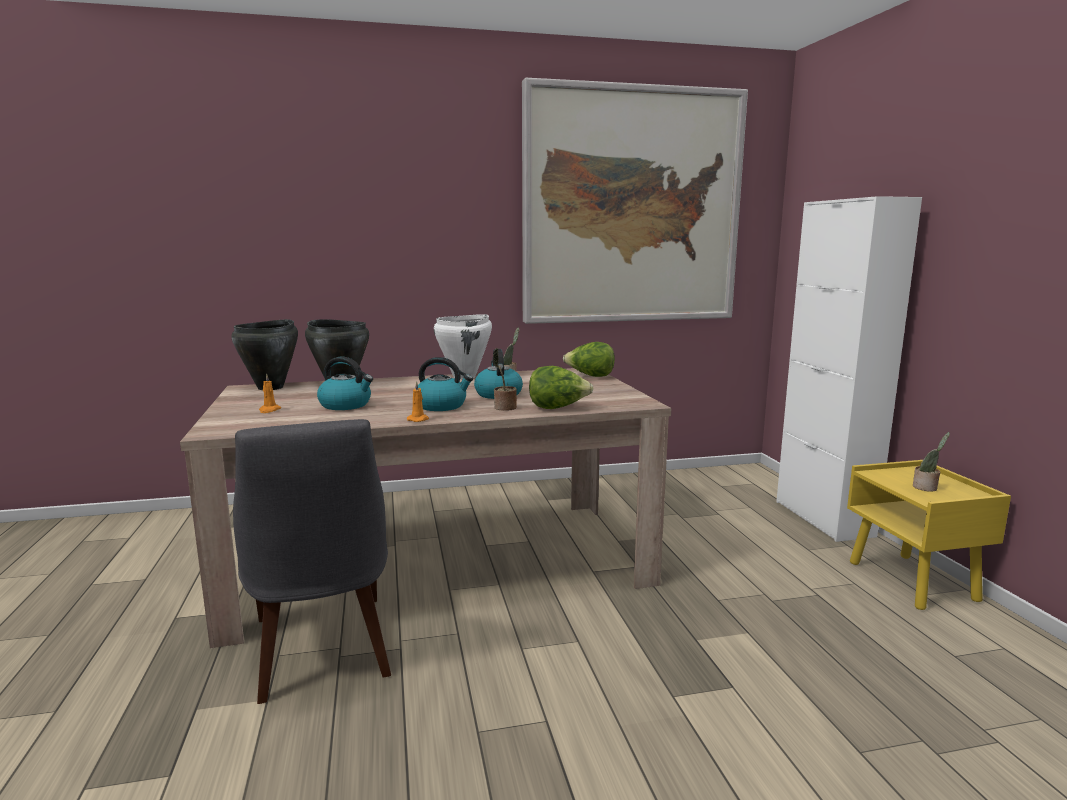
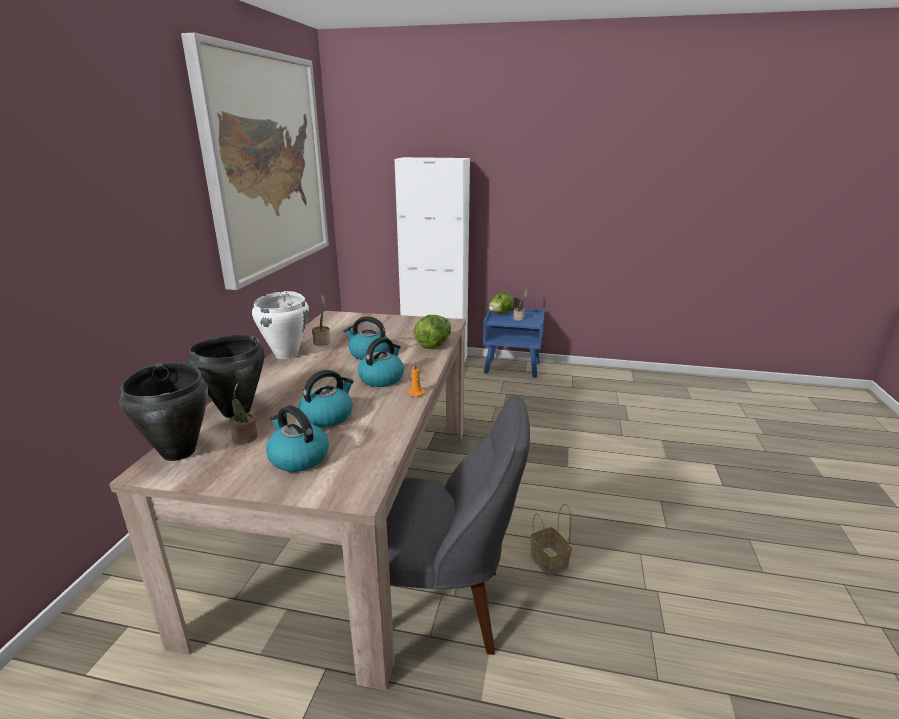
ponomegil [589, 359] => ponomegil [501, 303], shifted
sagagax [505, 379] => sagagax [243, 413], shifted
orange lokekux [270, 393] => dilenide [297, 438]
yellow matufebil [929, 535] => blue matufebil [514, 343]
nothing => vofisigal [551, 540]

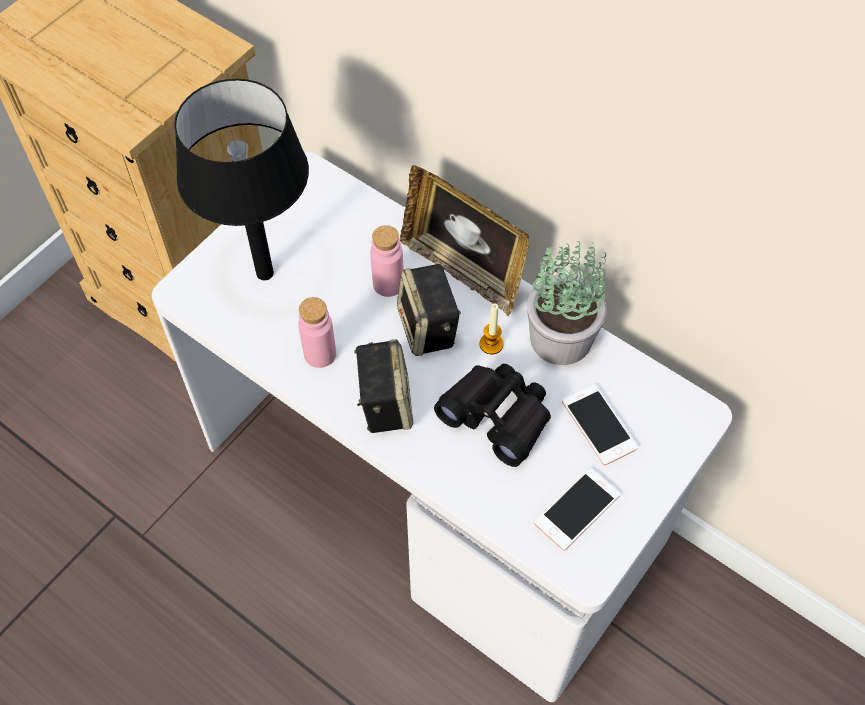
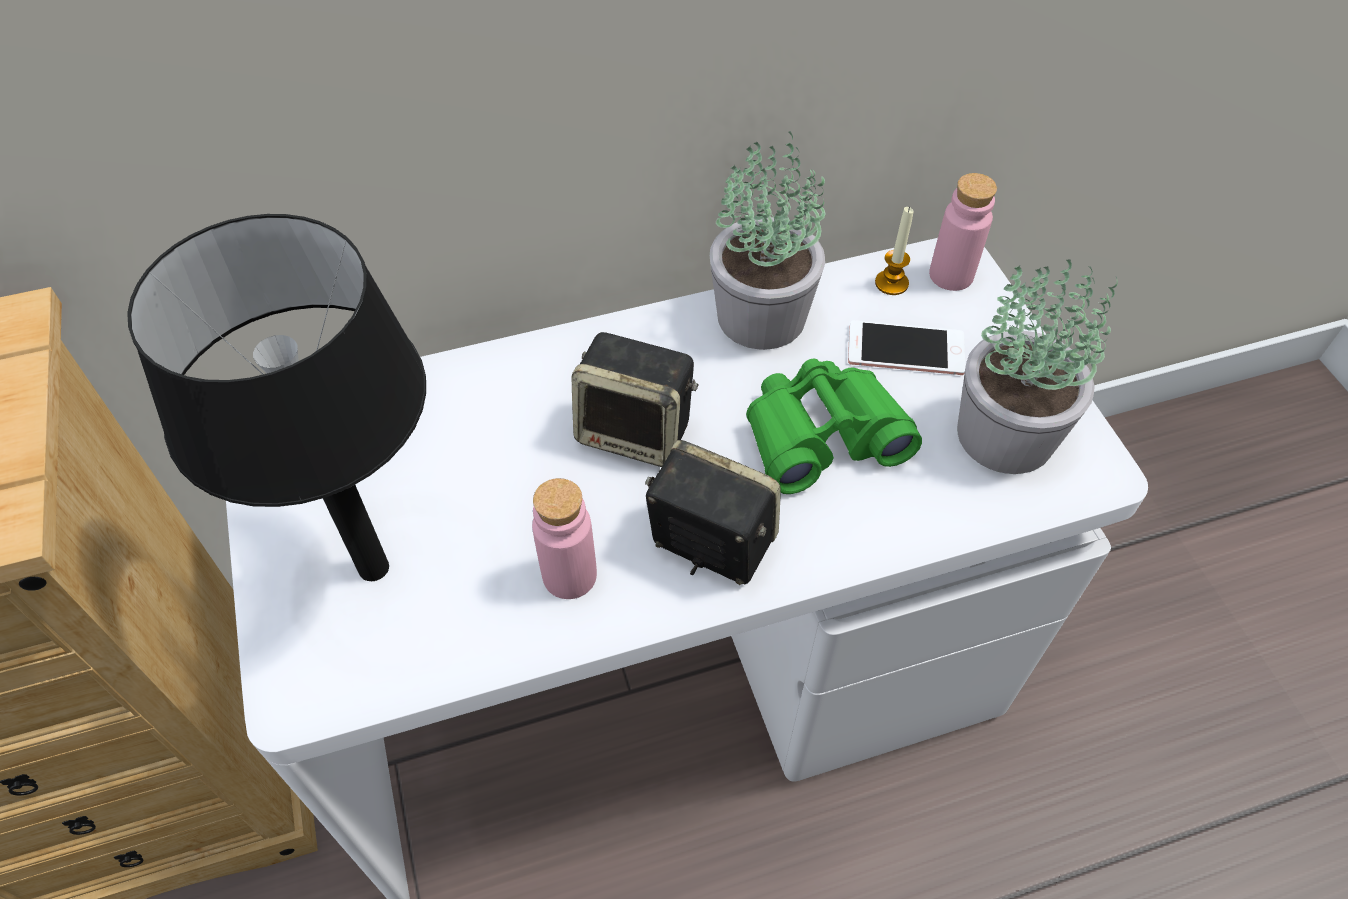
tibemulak [464, 240] => nothing
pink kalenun [386, 261] => pink kalenun [963, 232], shifted
lokekux [492, 328] => lokekux [894, 251], shifted
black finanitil [492, 415] => green finanitil [834, 426]
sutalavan [577, 509] => sagagax [1037, 366]

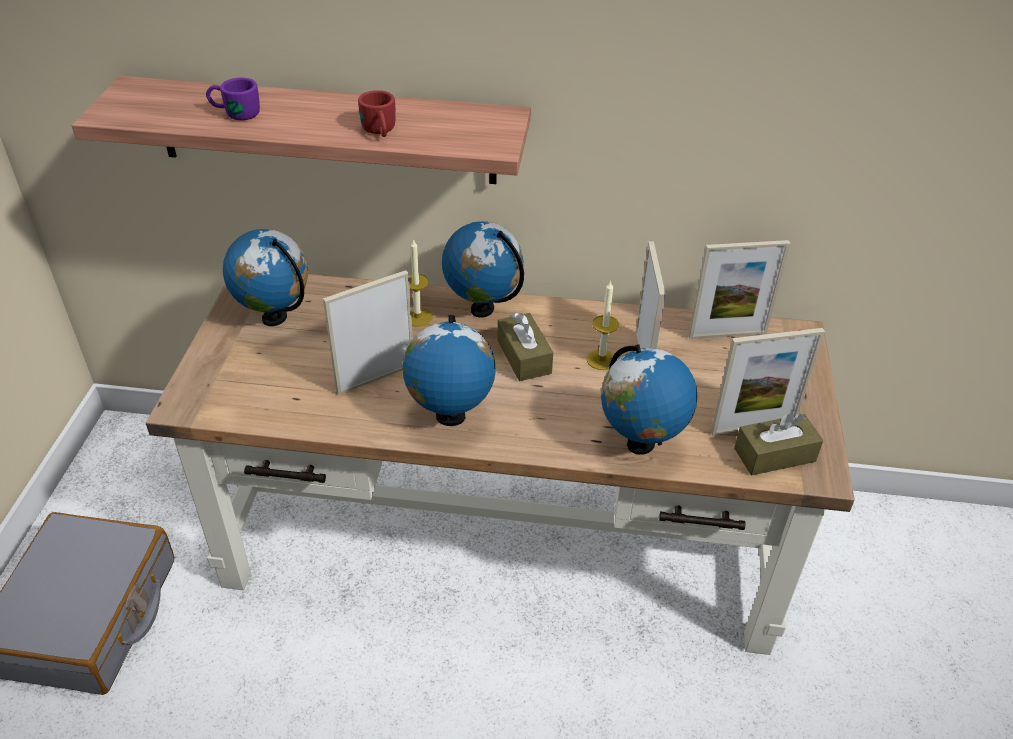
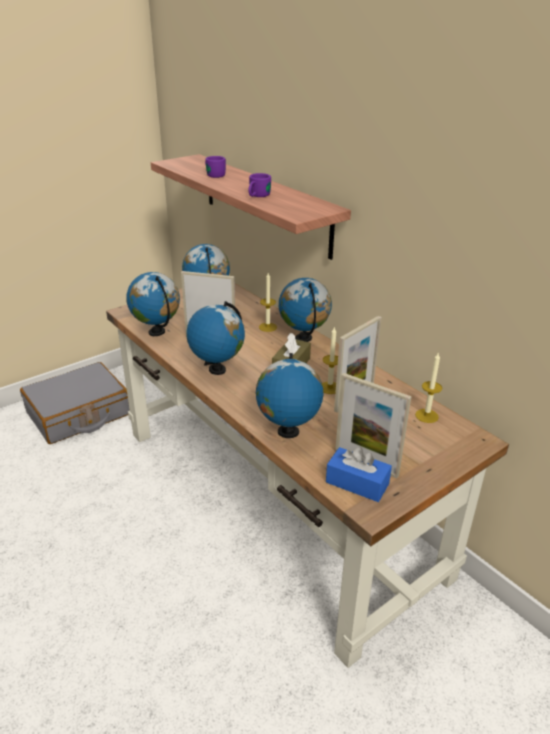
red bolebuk [377, 113] => purple bolebuk [259, 185]
tibemulak [740, 289] => lokekux [428, 388]
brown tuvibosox [778, 444] => blue tuvibosox [359, 474]
nothing => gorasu [153, 304]

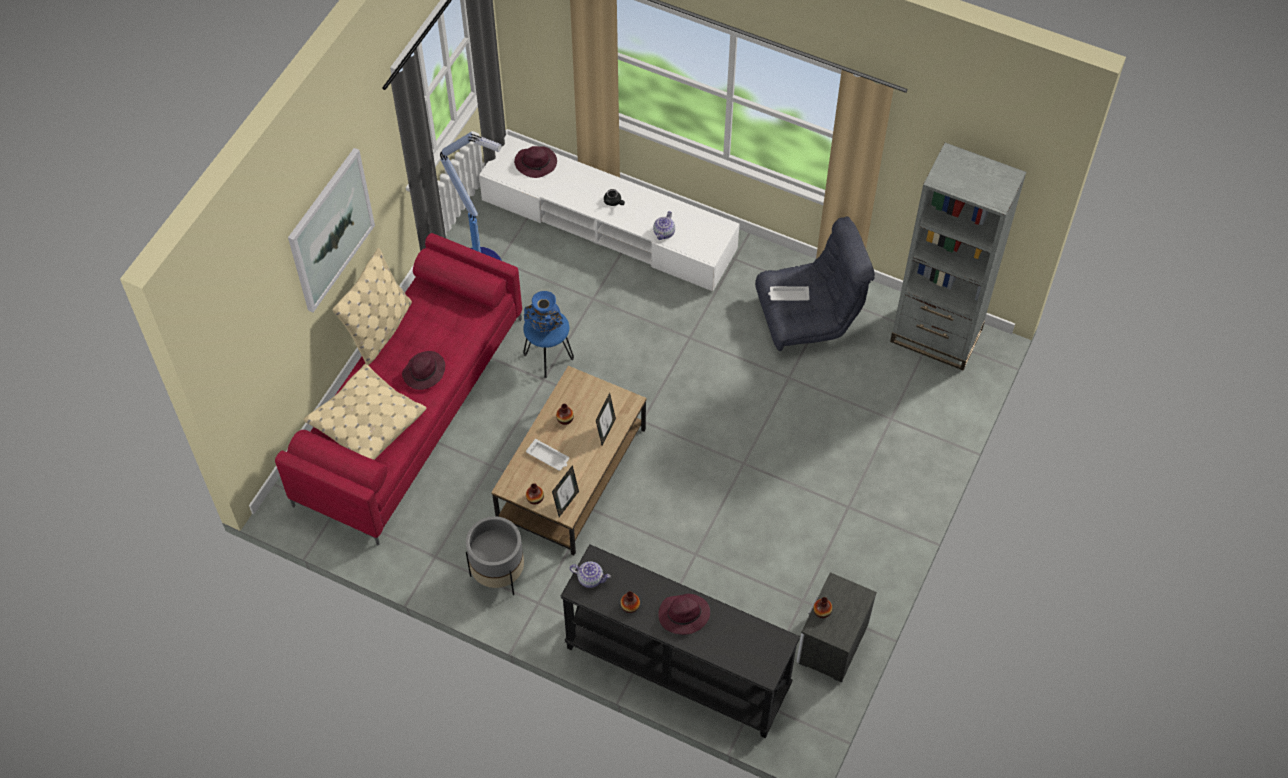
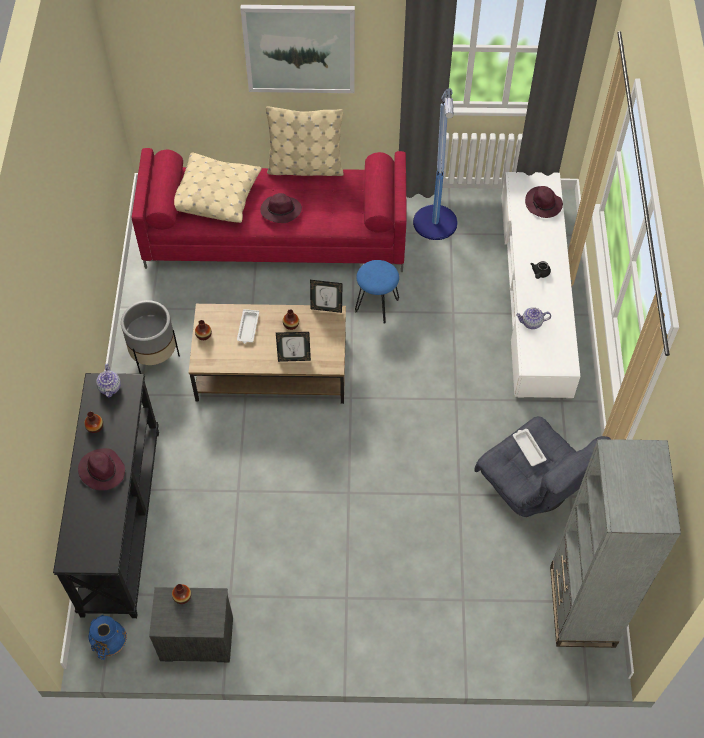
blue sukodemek [543, 312] => blue sukodemek [108, 637], shifted
tibemulak [565, 491] => tibemulak [326, 296], shifted

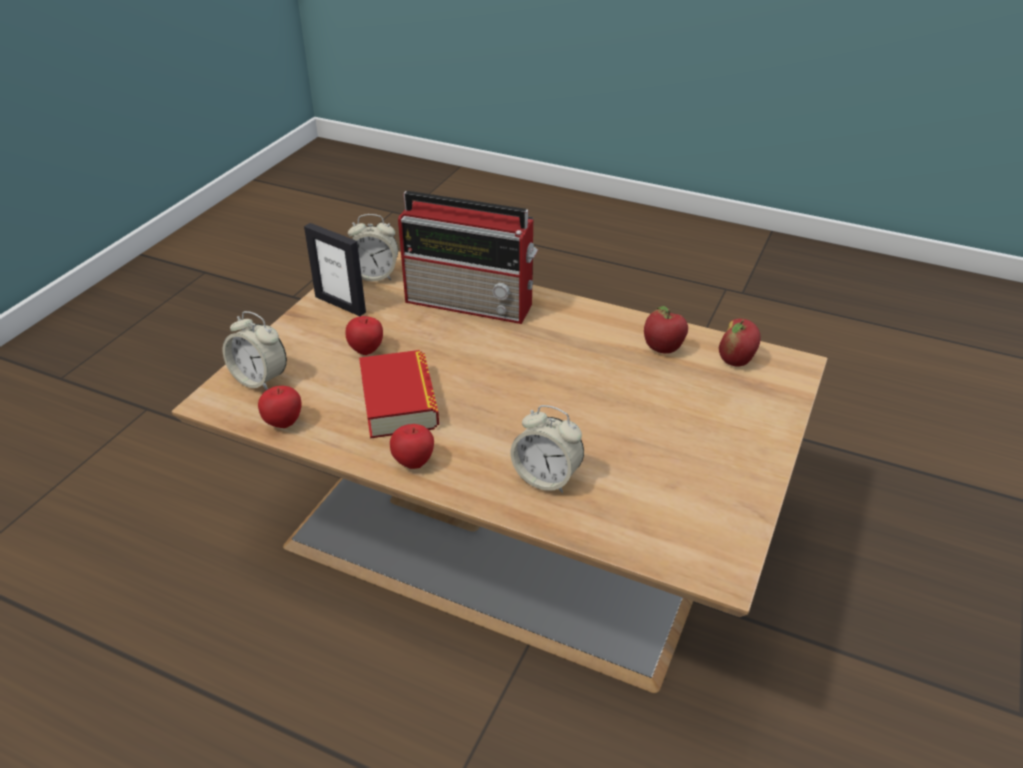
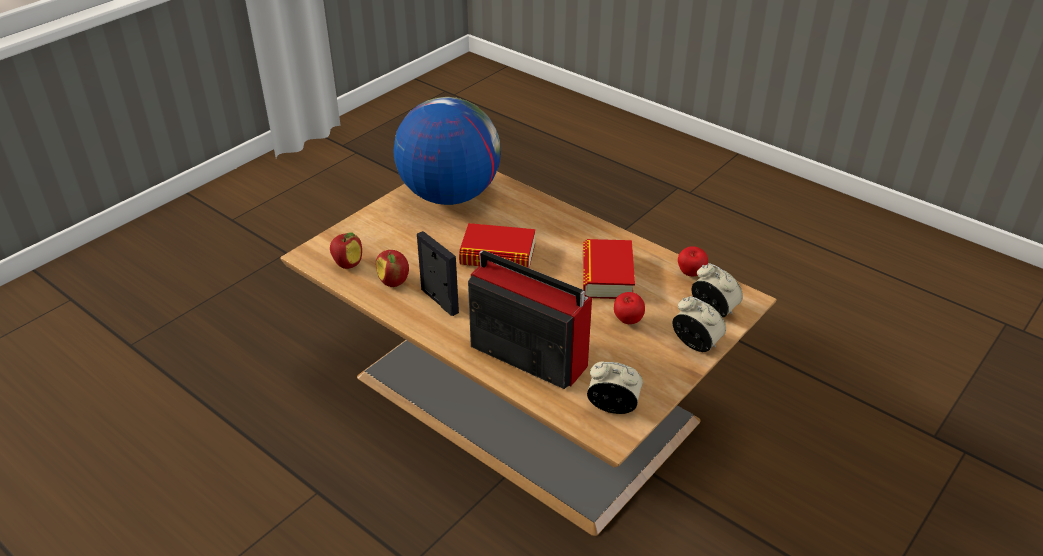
tibemulak [335, 269] => tibemulak [438, 273], shifted
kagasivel [547, 449] => kagasivel [699, 324], shifted
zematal [412, 446] => nothing
nothing => gorasu [447, 151]
nothing => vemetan [497, 245]

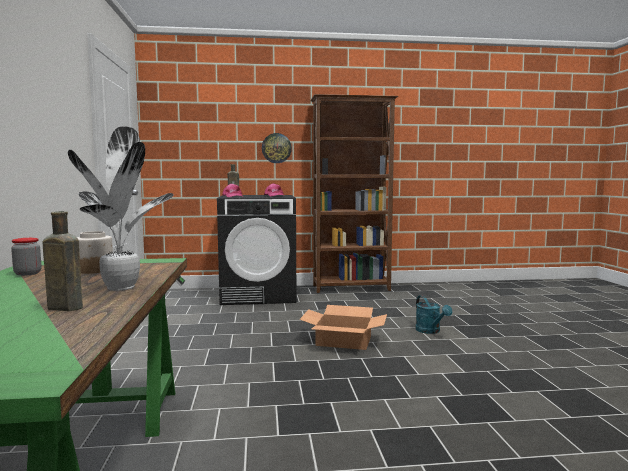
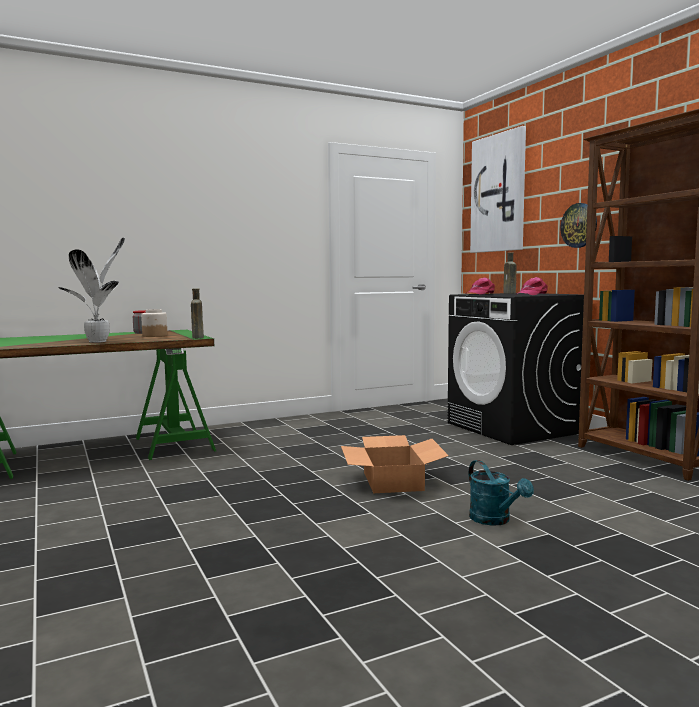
brown kalenun [63, 261] => brown kalenun [197, 313], shifted
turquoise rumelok [433, 314] => turquoise rumelok [501, 492], 75 degrees counterclockwise
nothing => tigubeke [498, 189]

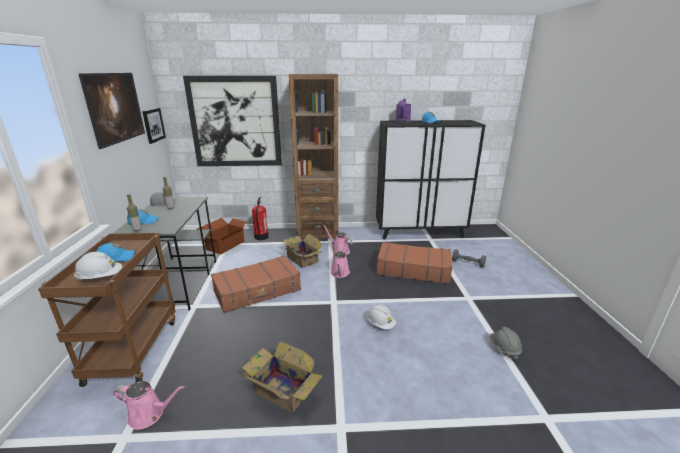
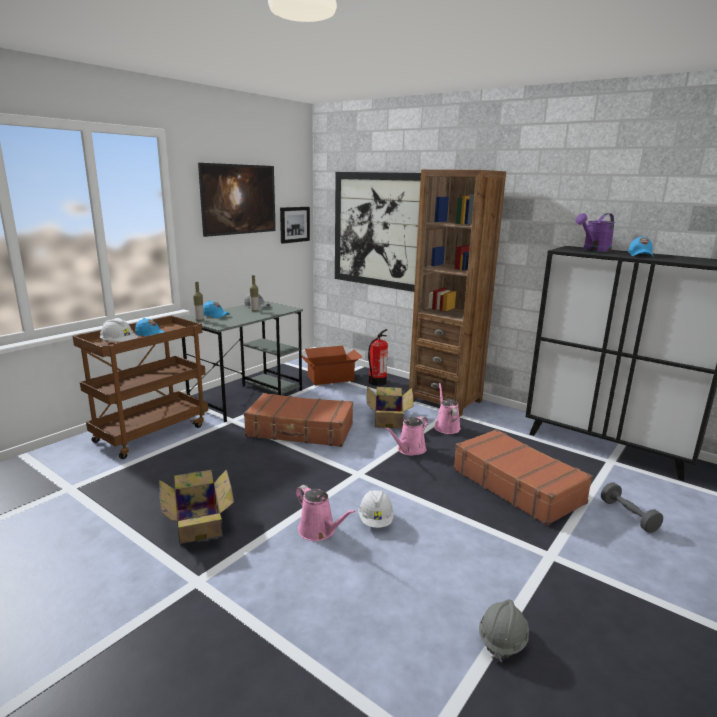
pink rumelok [149, 405] => pink rumelok [325, 513], shifted

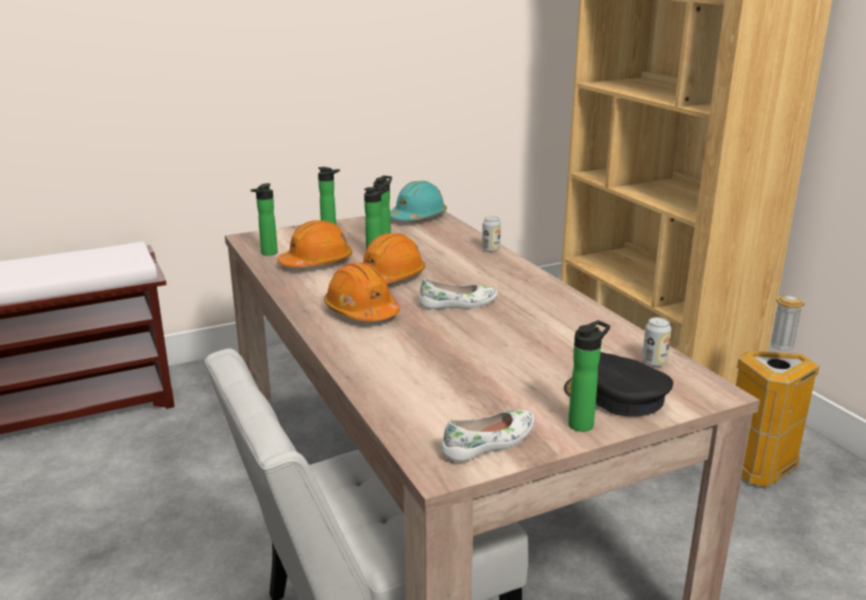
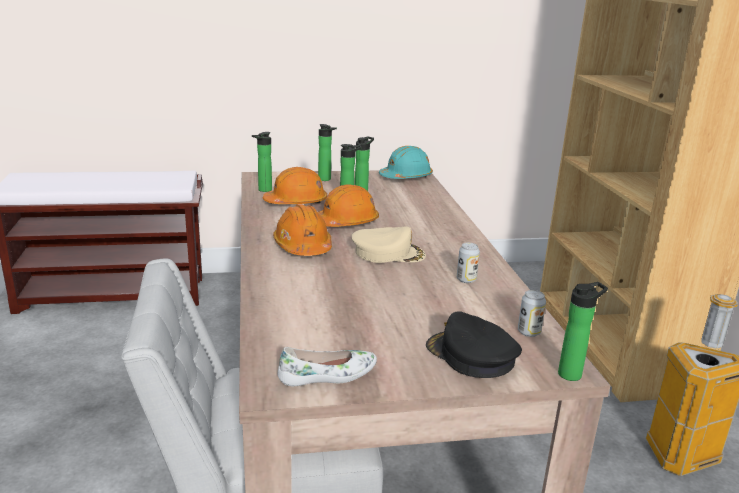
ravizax [491, 234] => ravizax [468, 263], shifted
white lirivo [458, 293] => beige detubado [389, 244]
kalenun [589, 376] => kalenun [583, 331], shifted

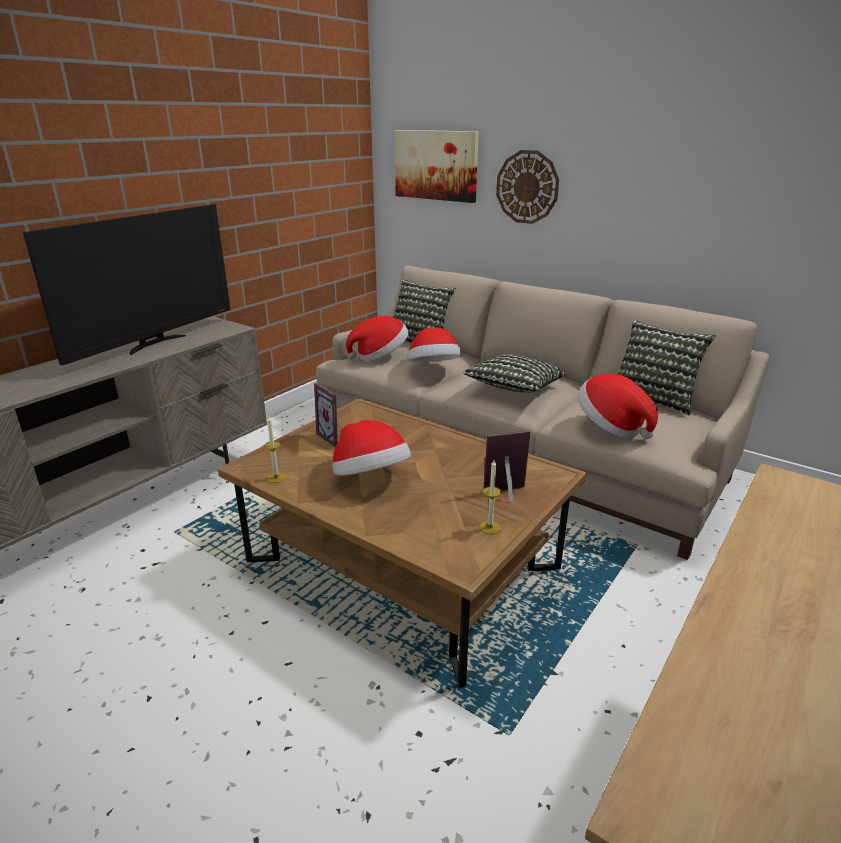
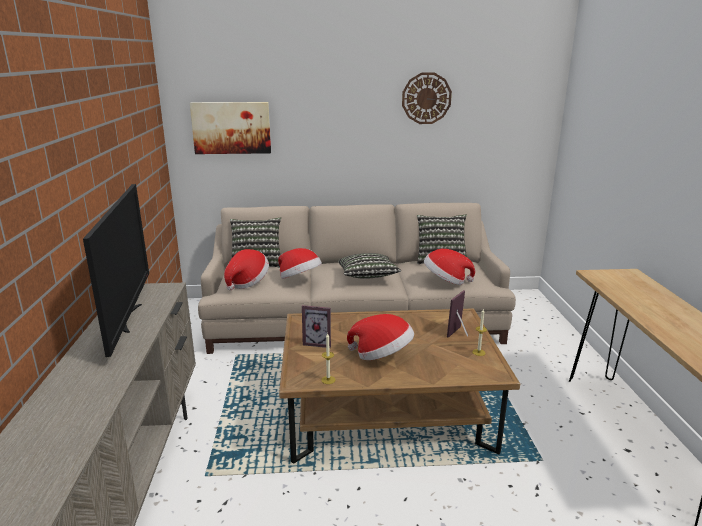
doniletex [527, 187] => doniletex [427, 98], shifted

